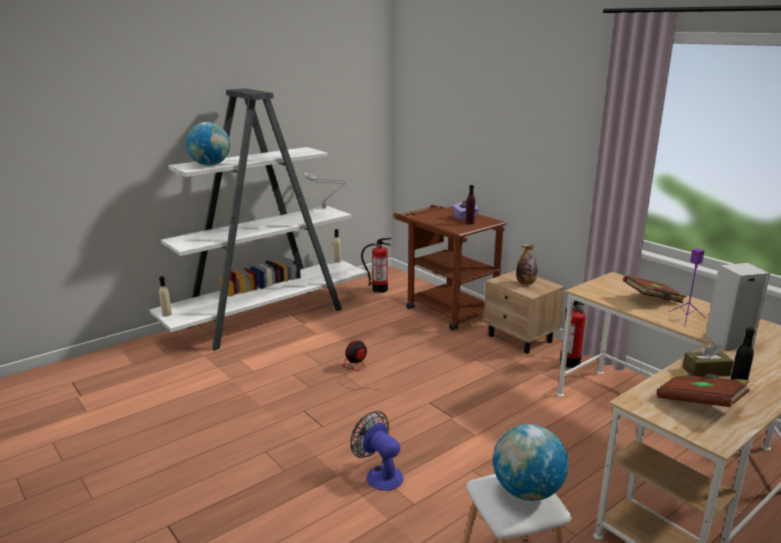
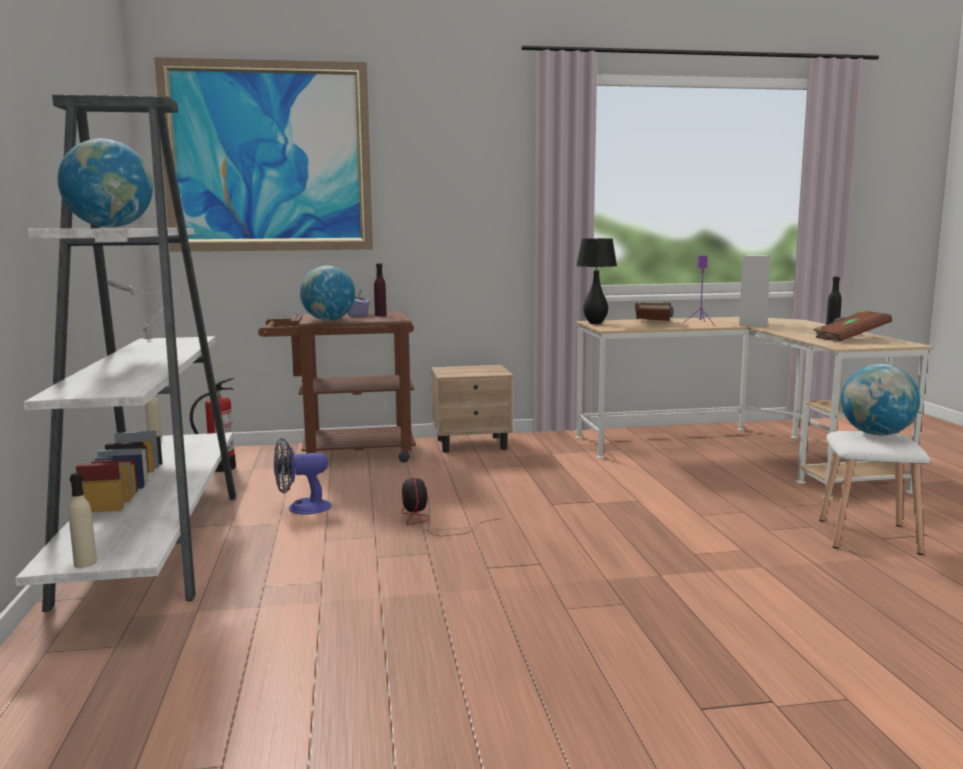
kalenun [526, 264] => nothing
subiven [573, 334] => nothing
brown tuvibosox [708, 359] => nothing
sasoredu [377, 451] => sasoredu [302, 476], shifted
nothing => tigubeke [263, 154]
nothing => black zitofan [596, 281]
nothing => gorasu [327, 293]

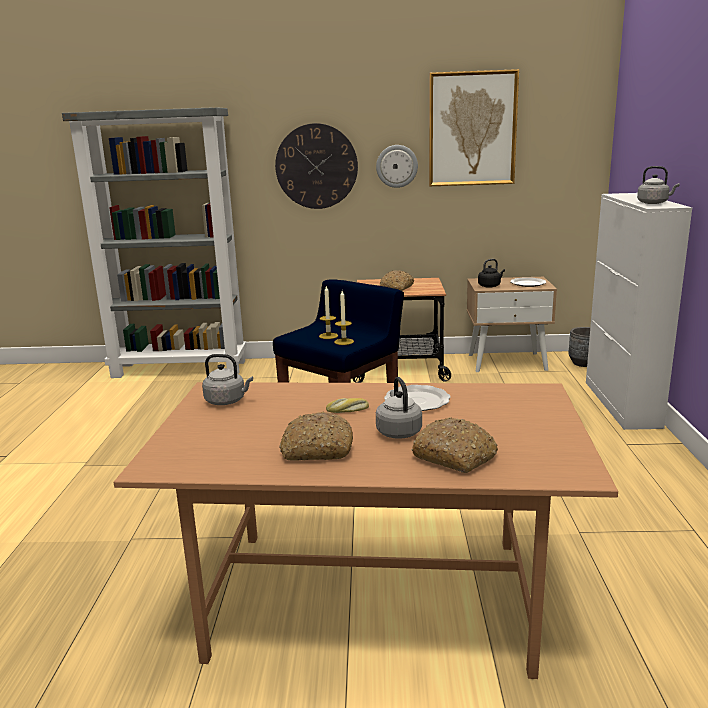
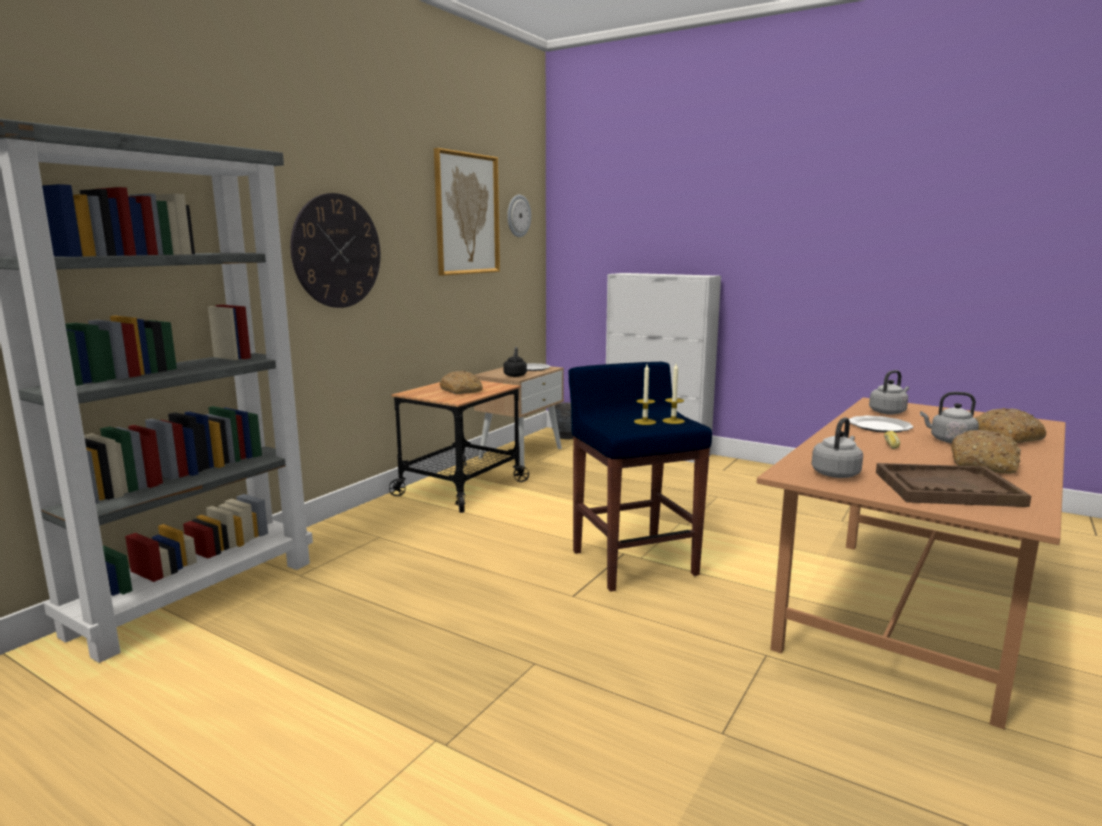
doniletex [397, 166] => doniletex [519, 215], shifted
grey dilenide [658, 185] => grey dilenide [889, 392], shifted
nothing => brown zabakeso [953, 485]

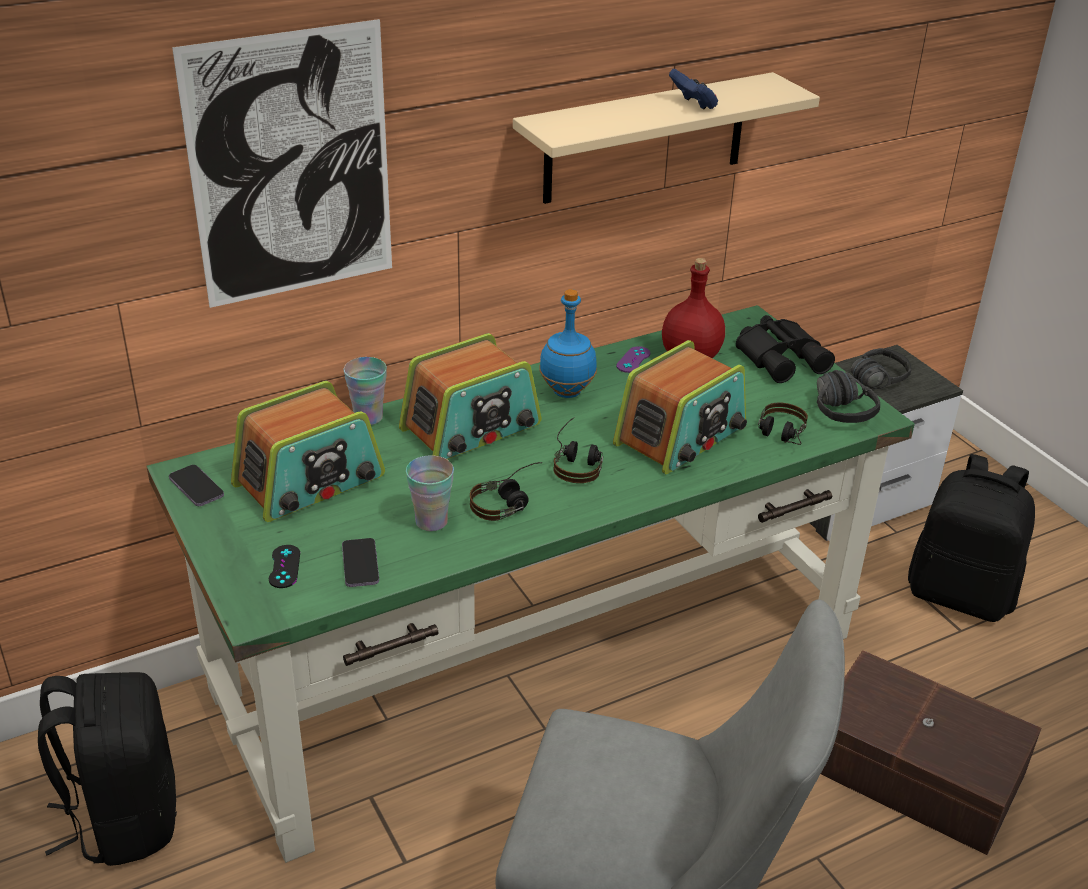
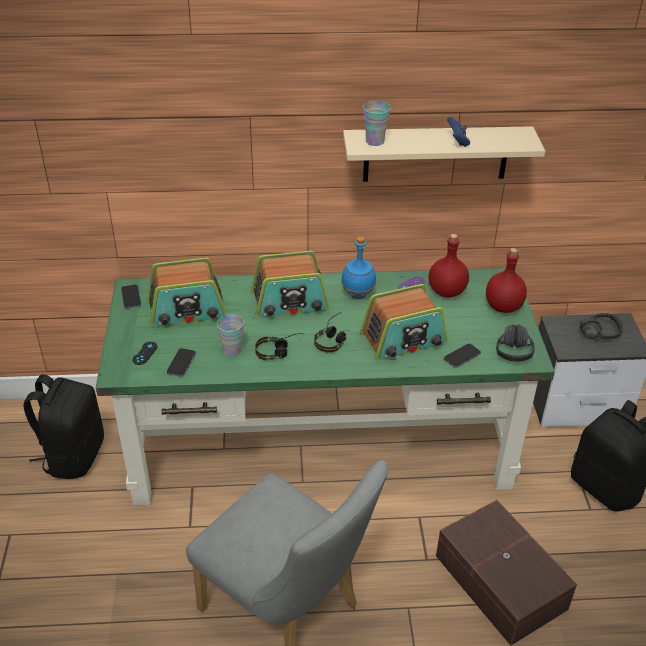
tigubeke [282, 163] => nothing
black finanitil [785, 349] => red kalenun [506, 280]
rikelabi [365, 391] => rikelabi [377, 123], shifted
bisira [783, 424] => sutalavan [462, 355]

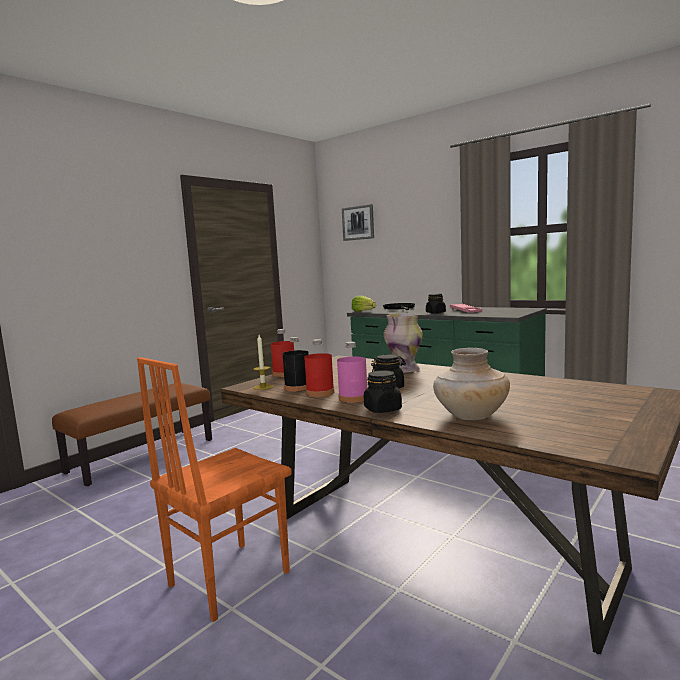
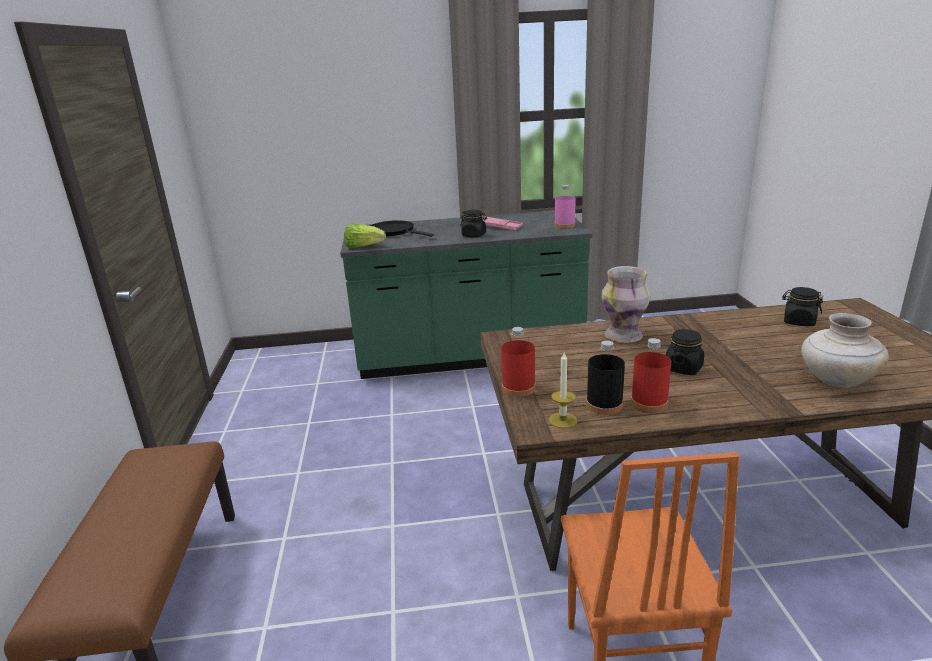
tigubeke [358, 222] => nothing
pink kalenun [352, 372] => pink kalenun [565, 206], shifted
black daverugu [383, 391] => black daverugu [802, 306], shifted

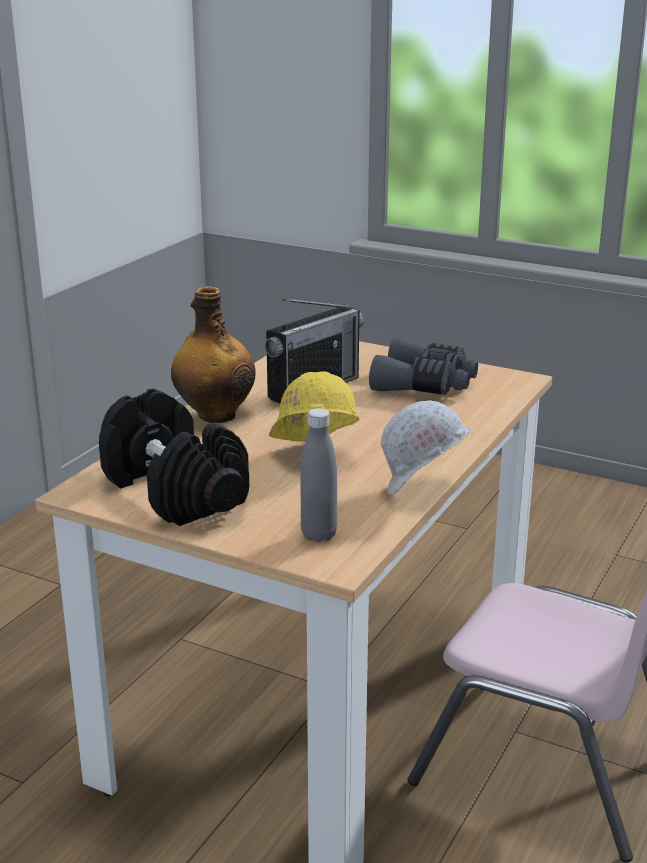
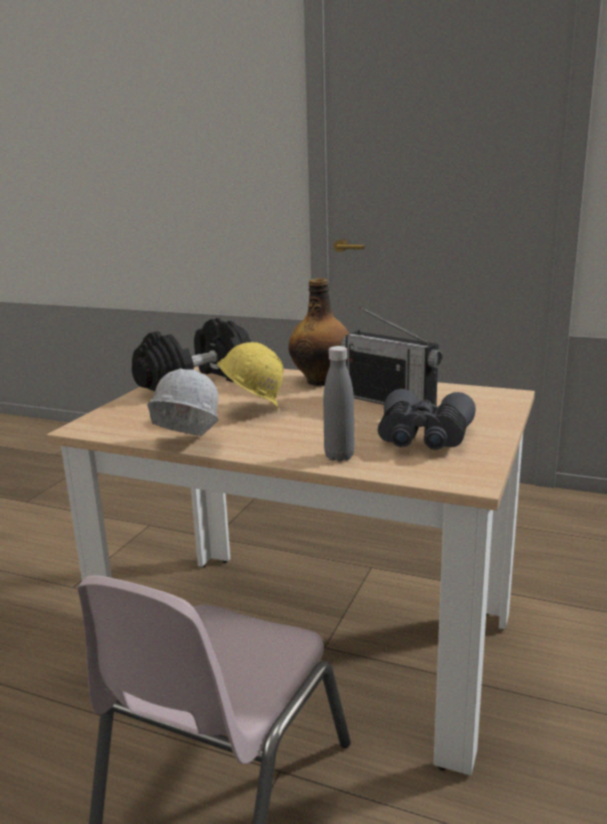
grey kalenun [318, 475] => grey kalenun [339, 404], shifted

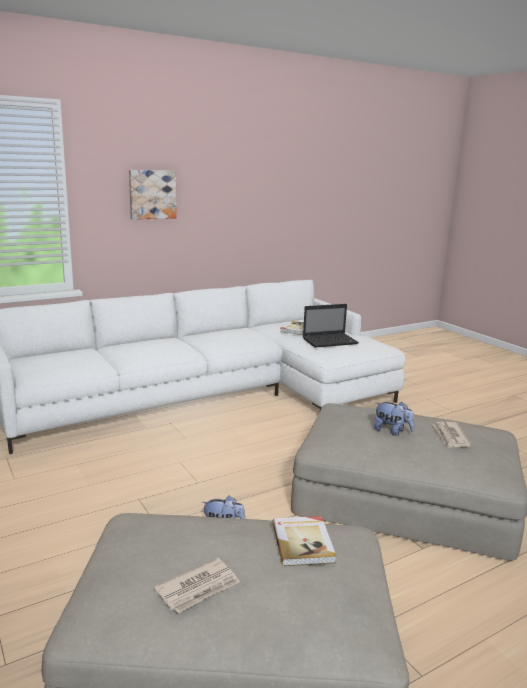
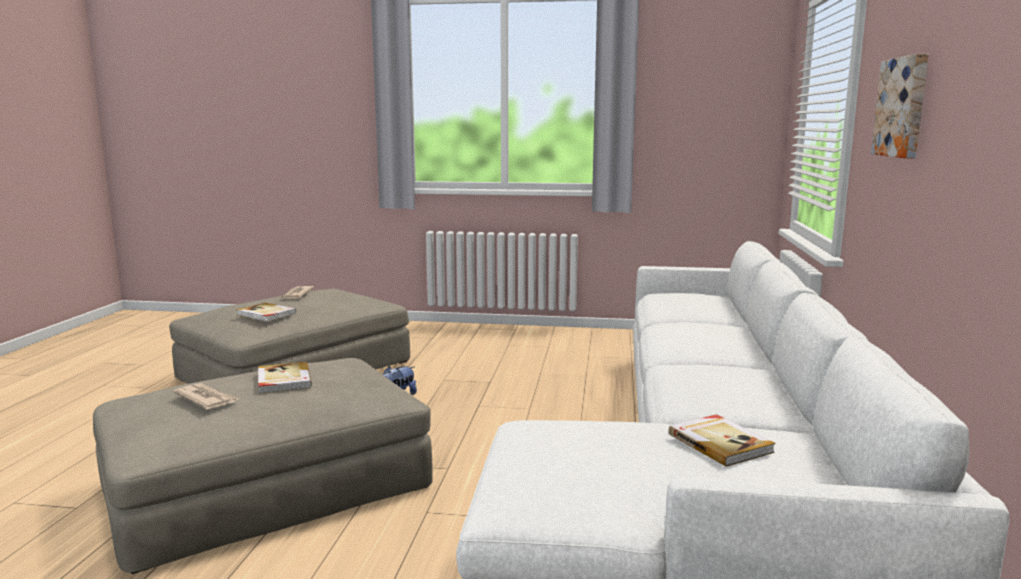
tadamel [331, 326] => nothing
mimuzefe [394, 419] => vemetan [285, 378]

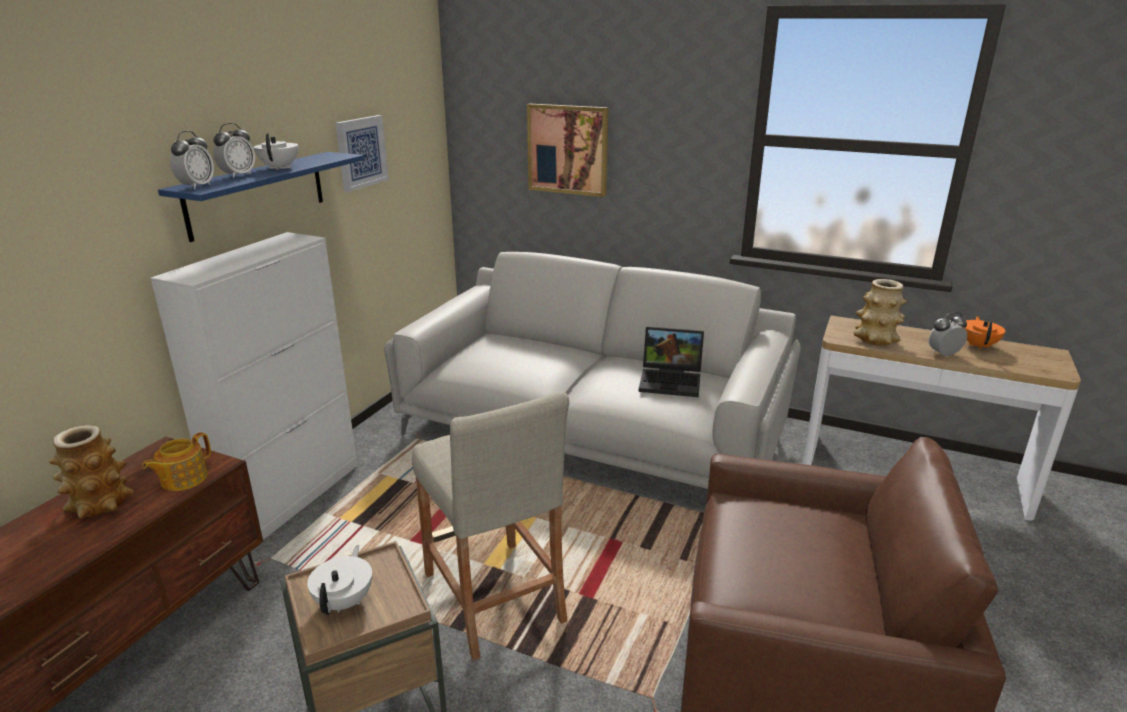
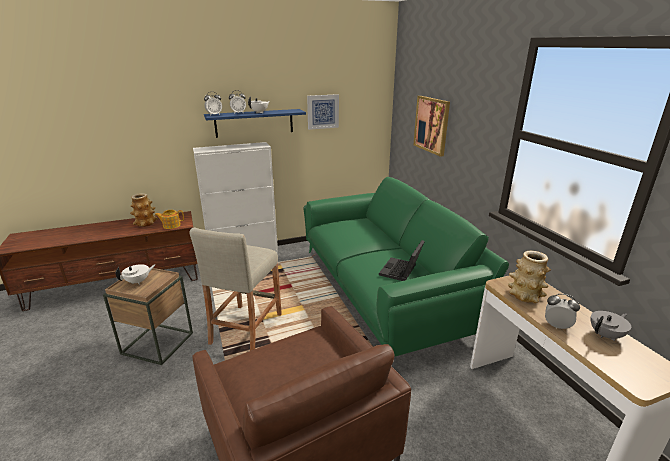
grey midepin [592, 370] => green midepin [406, 267]
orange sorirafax [983, 332] => grey sorirafax [611, 326]
tadamel [671, 361] => tadamel [402, 260], 60 degrees clockwise

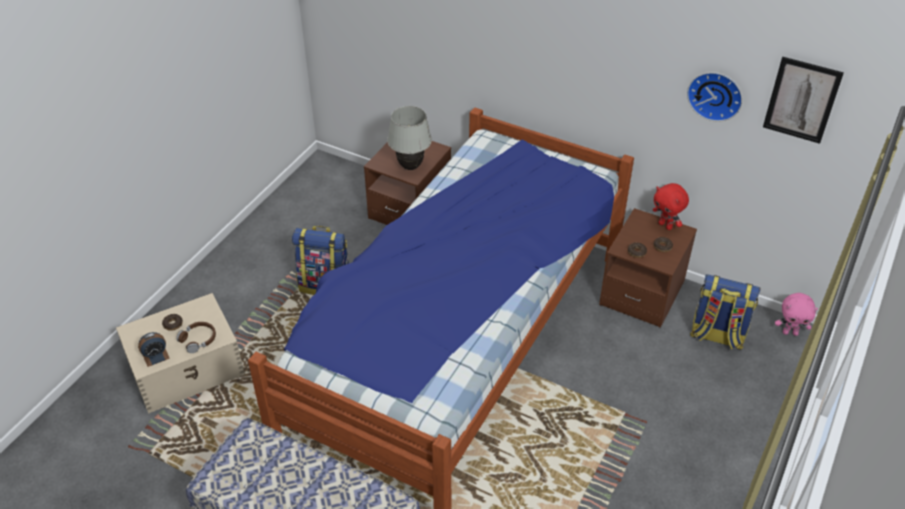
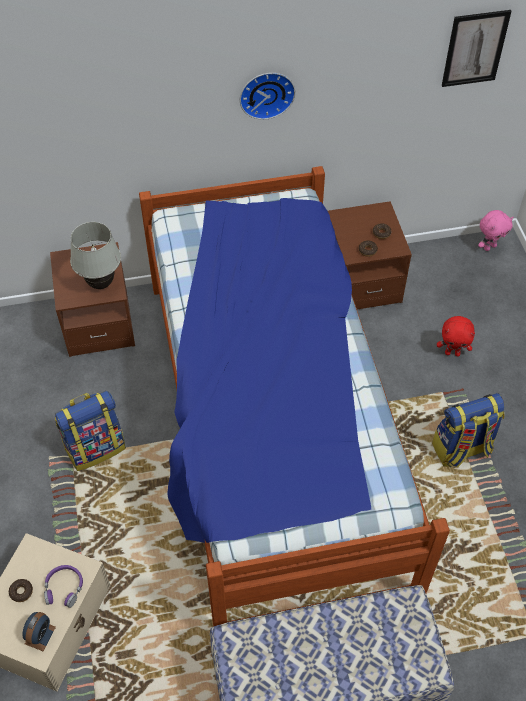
doniletex [715, 97] => doniletex [268, 96], shifted
red mimuzefe [671, 206] => red mimuzefe [456, 336], shifted
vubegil [725, 312] => vubegil [468, 430], shifted
brown bisira [196, 337] => purple bisira [63, 586]

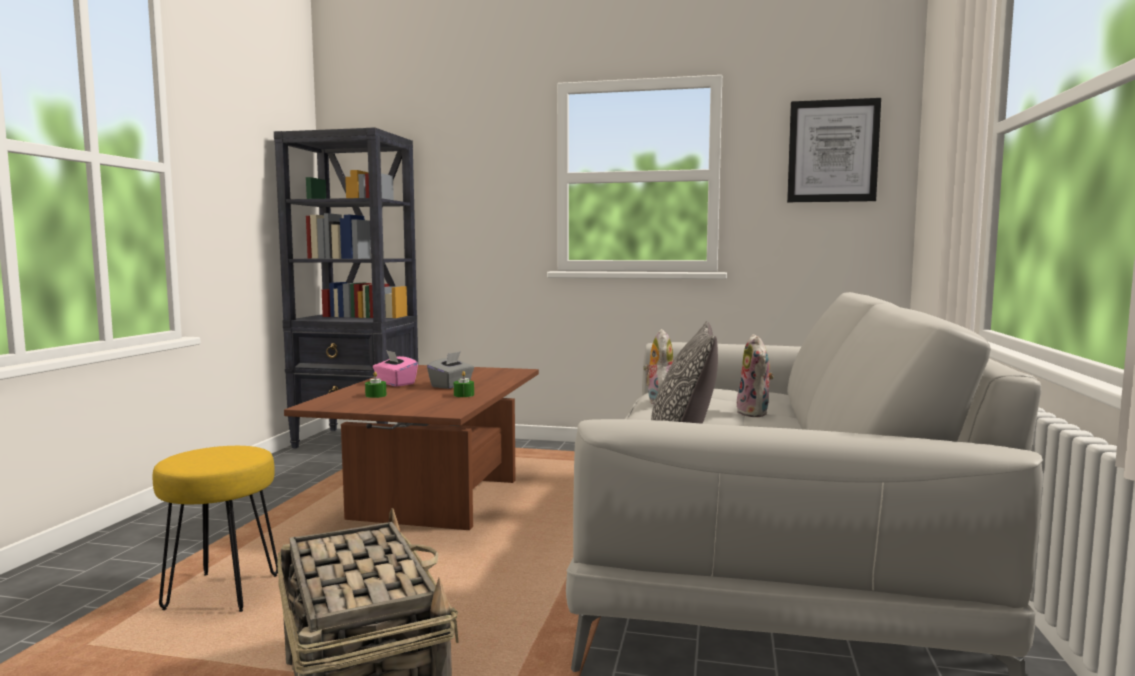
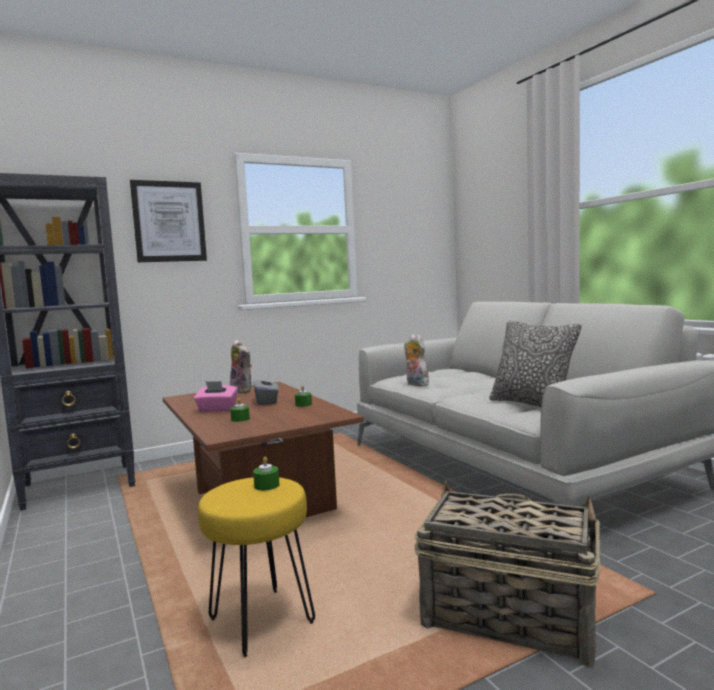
tigubeke [834, 150] => tigubeke [168, 221], shifted
mimuzefe [755, 375] => mimuzefe [241, 366], shifted
nothing => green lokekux [266, 474]

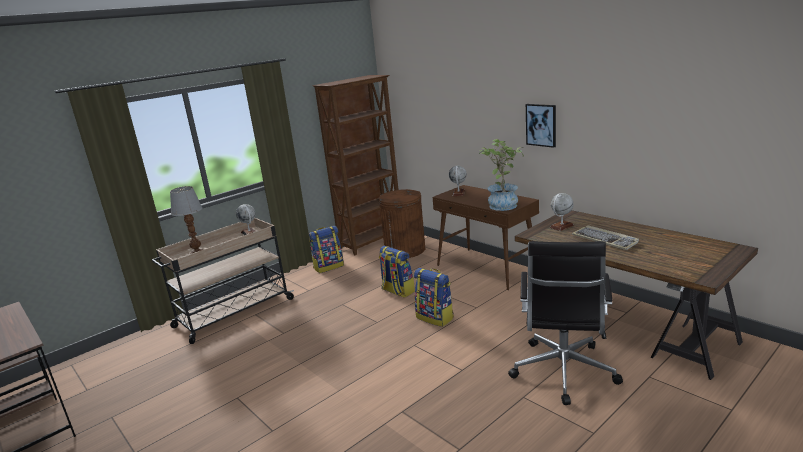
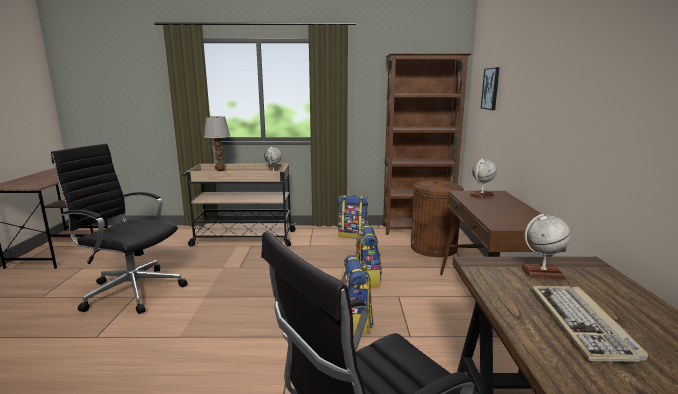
tigubeke [541, 126] => tigubeke [490, 88], shifted
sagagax [501, 175] => nothing
nothing => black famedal [119, 229]

